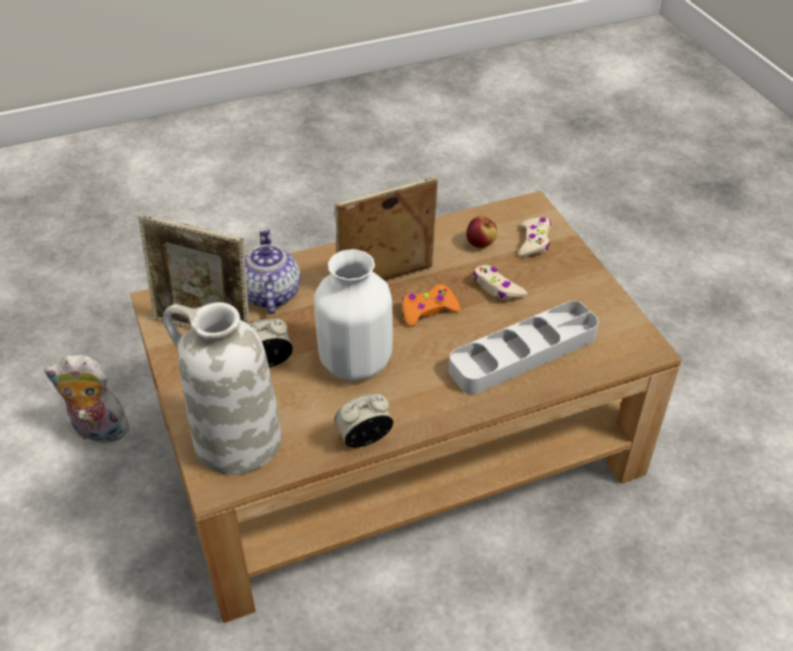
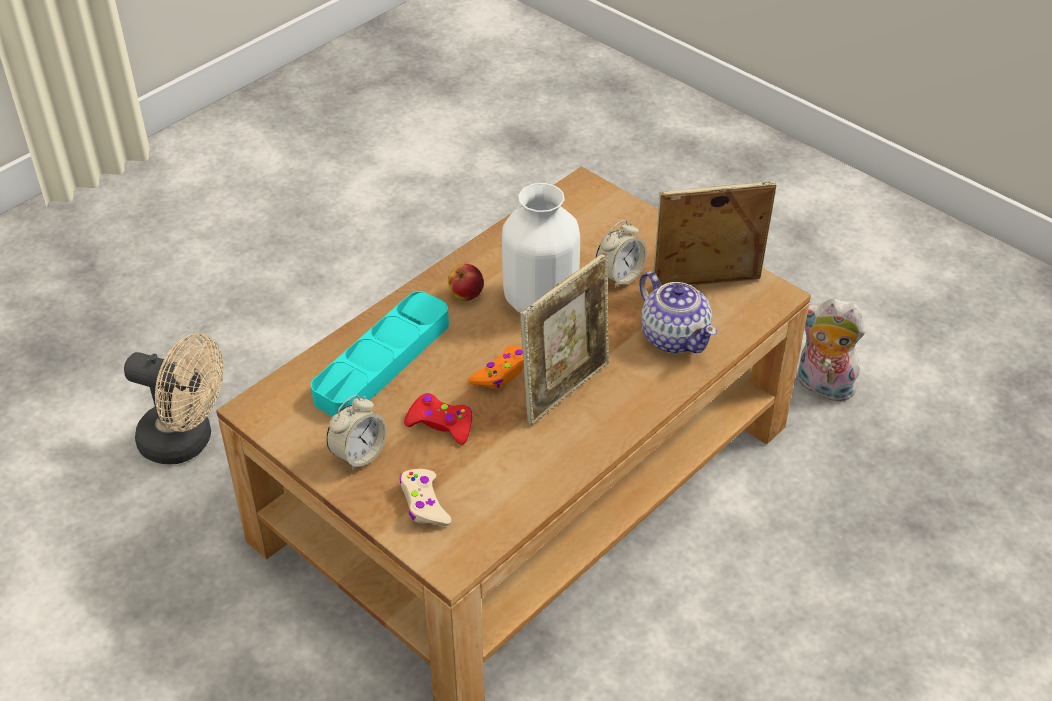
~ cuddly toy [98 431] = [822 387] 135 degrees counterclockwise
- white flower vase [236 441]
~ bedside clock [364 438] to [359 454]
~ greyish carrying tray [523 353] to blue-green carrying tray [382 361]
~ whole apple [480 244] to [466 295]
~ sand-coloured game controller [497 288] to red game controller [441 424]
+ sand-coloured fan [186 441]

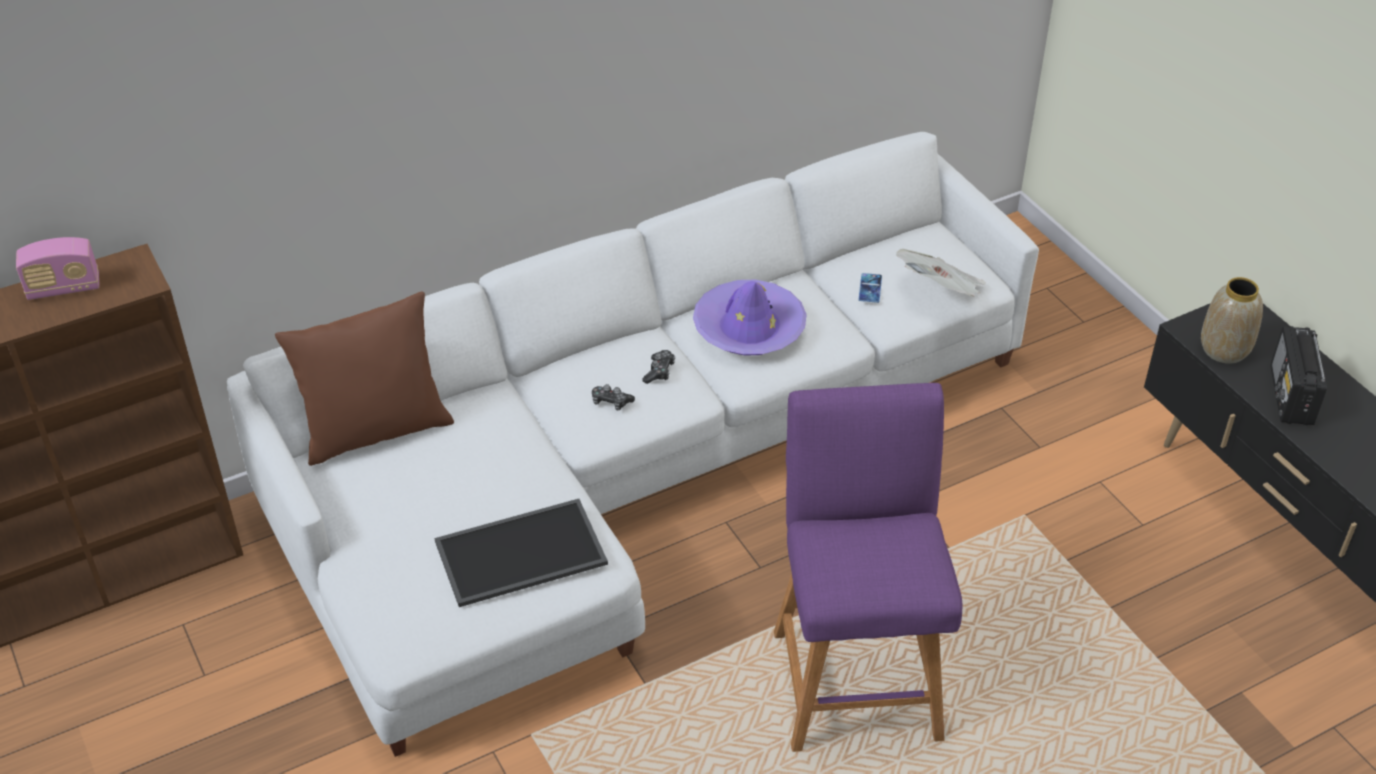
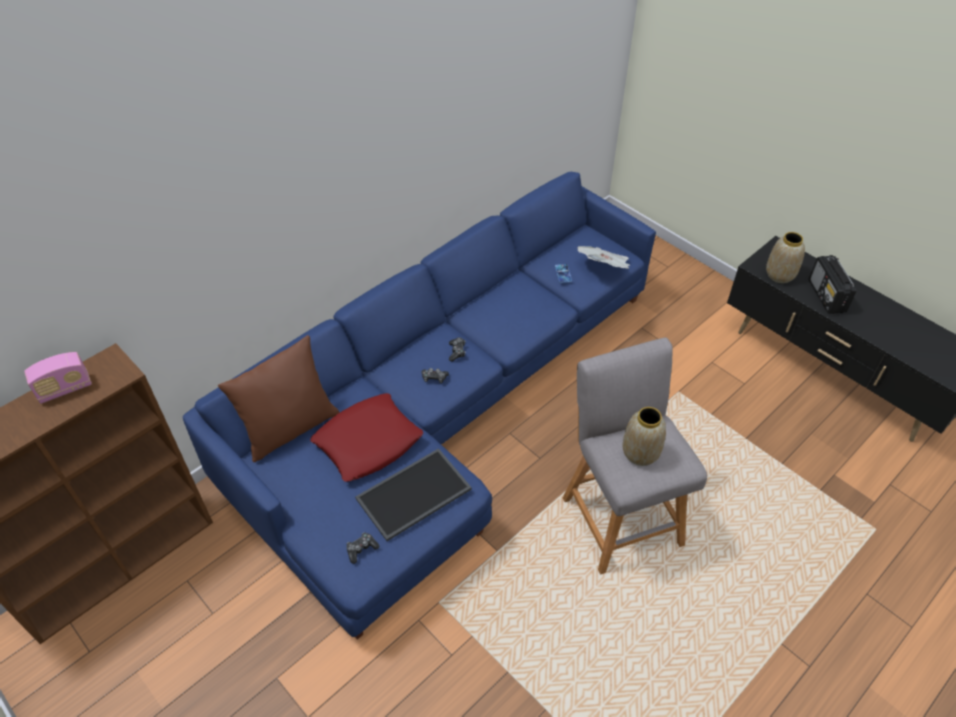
~ white sofa [627 469] to bluish sofa [439 412]
- purple clothing hat [749 328]
~ purple stool seat [855 676] to greyish stool seat [619 516]
+ red throw pillow [368 442]
+ game controller [361 549]
+ flower vase [640 452]

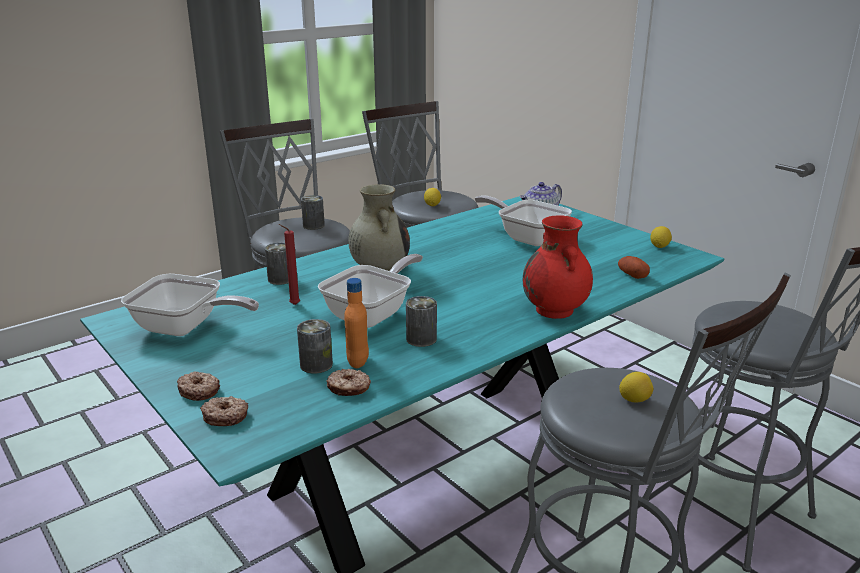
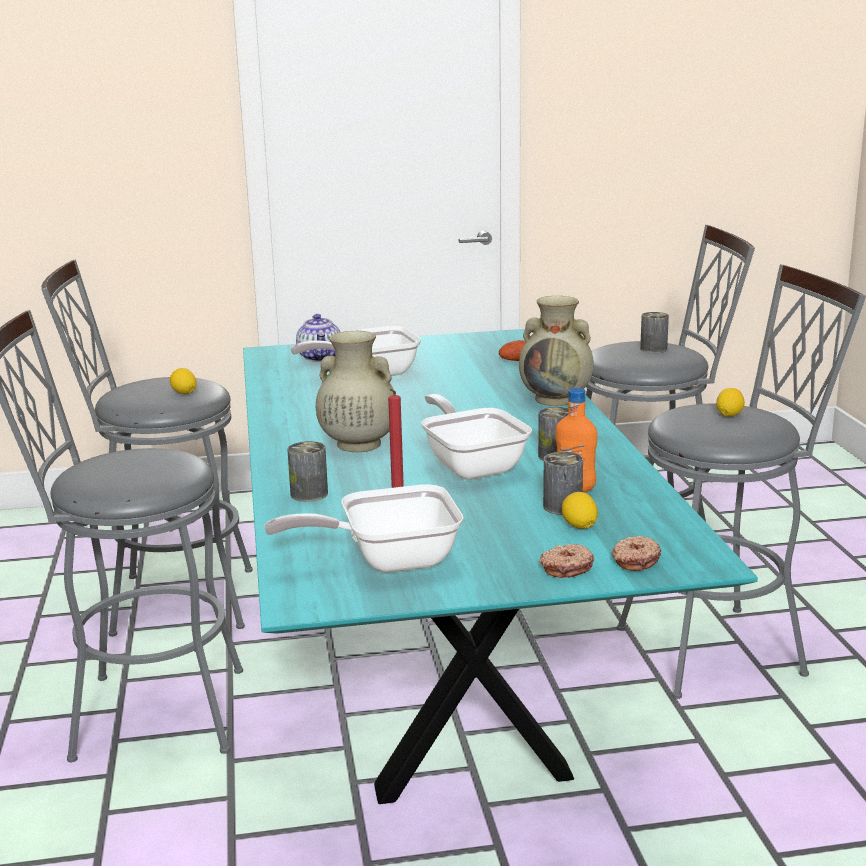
~ pan [185 328] = [388 561] 150 degrees counterclockwise
~ sealed can [313 225] to [653 349]
- doughnut [348 388]
~ red flower vase [555 310] to sand-coloured flower vase [556 399]
~ citrus fruit [659 246] to [579 526]

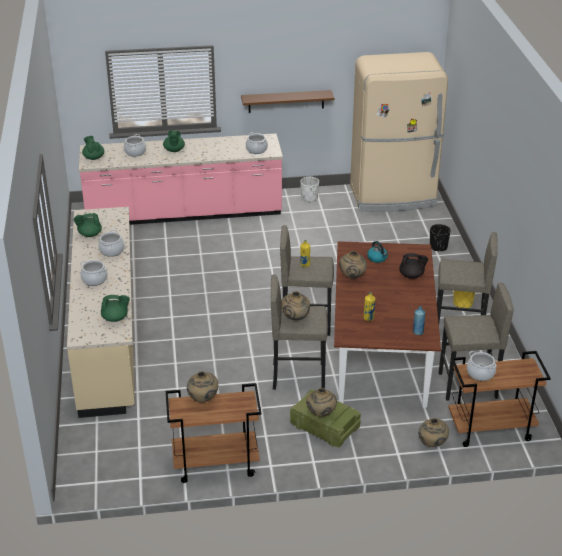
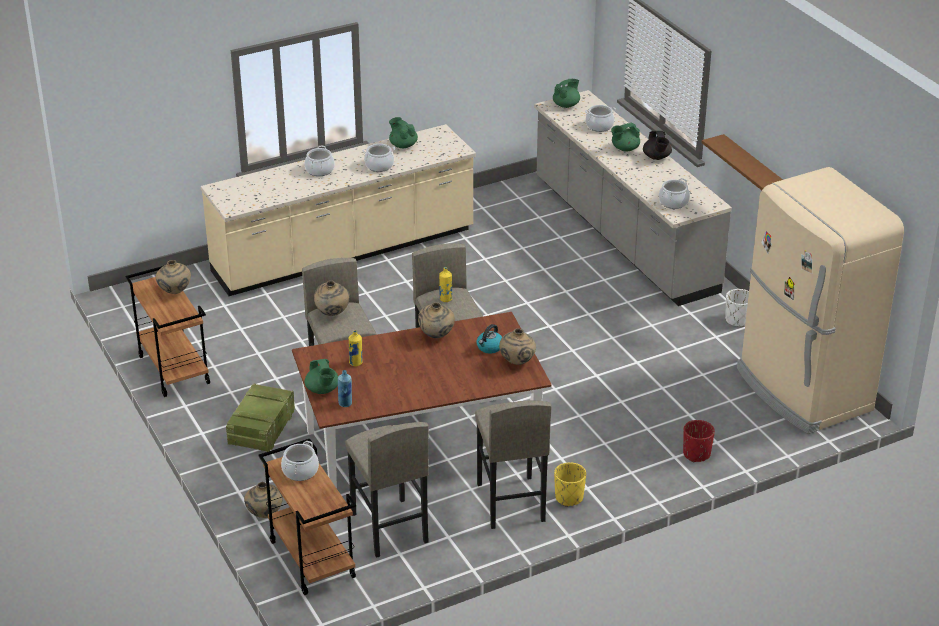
~ pinkish counter [184 213] to greyish counter [623 236]
~ green-coloured teapot [115 318] to [322 390]
~ sand-coloured flower vase [321 414] to [517 362]
~ black teapot [412 275] to [657 157]
~ black planter [438 247] to red planter [696 454]

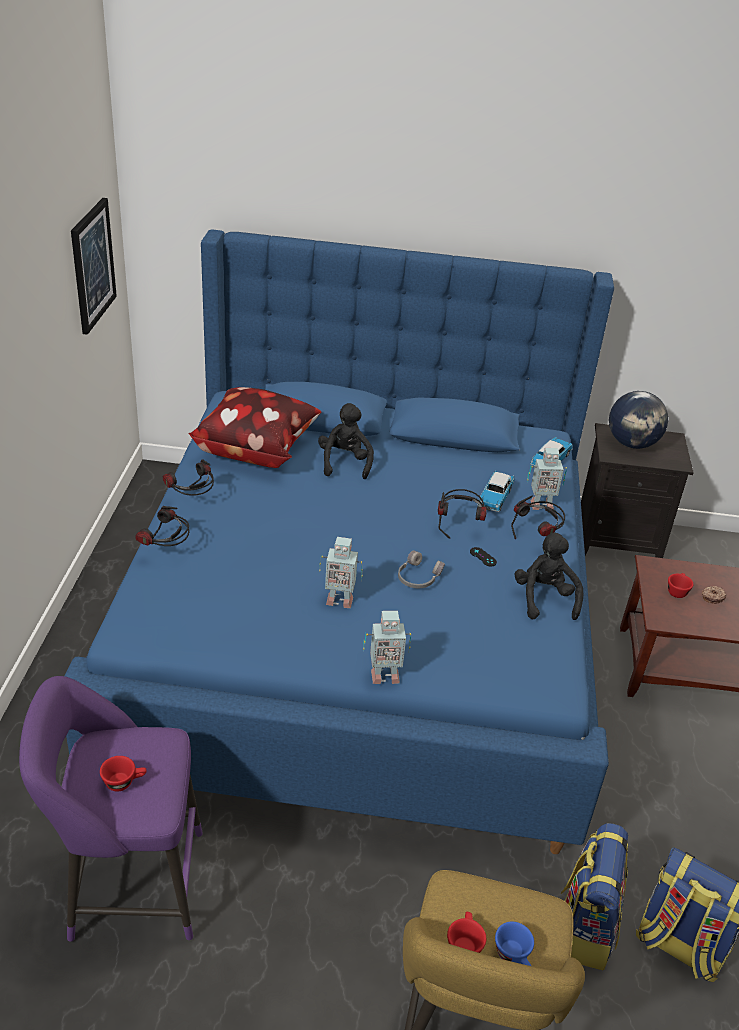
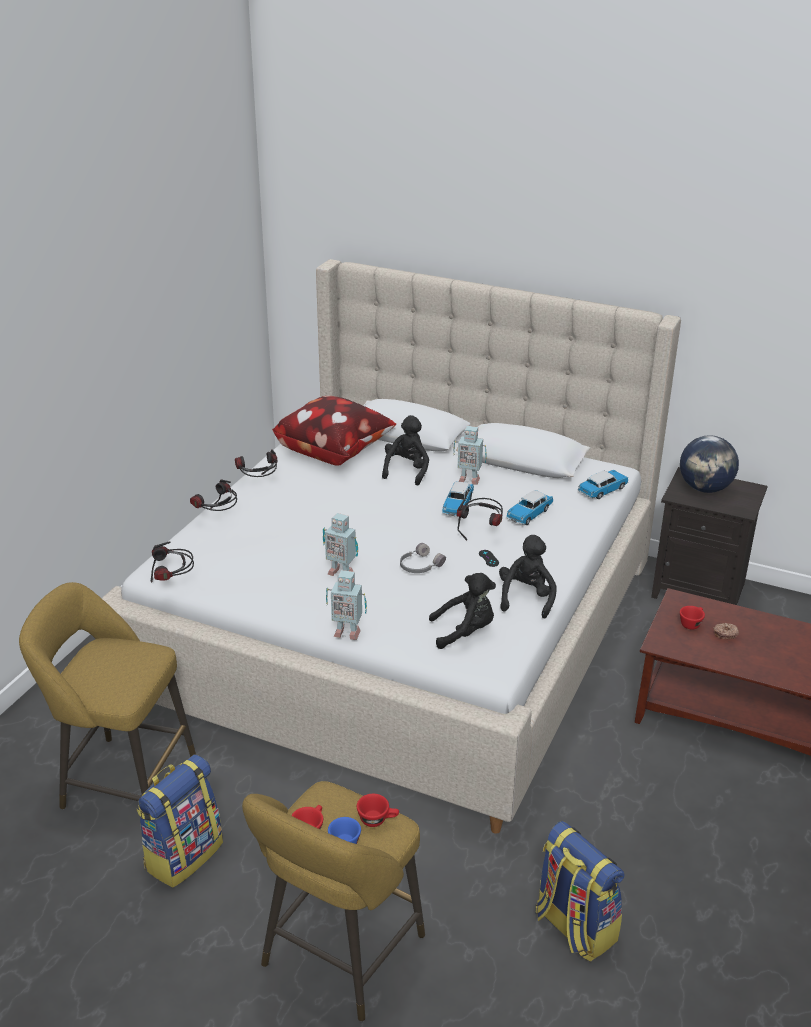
~ purple stool seat [128 885] to yellowish stool seat [121 780]
~ bluish bed [361 630] to sand-coloured bed [405 628]
- wall picture [92 265]
~ red small cup [124 782] to [377 819]
~ headphones [537 537] to [173 584]
~ toy robot [540 504] to [468 479]
~ rucksack [584 927] to [183 855]
+ black cuddly toy [465 632]
+ toy car [457 505]

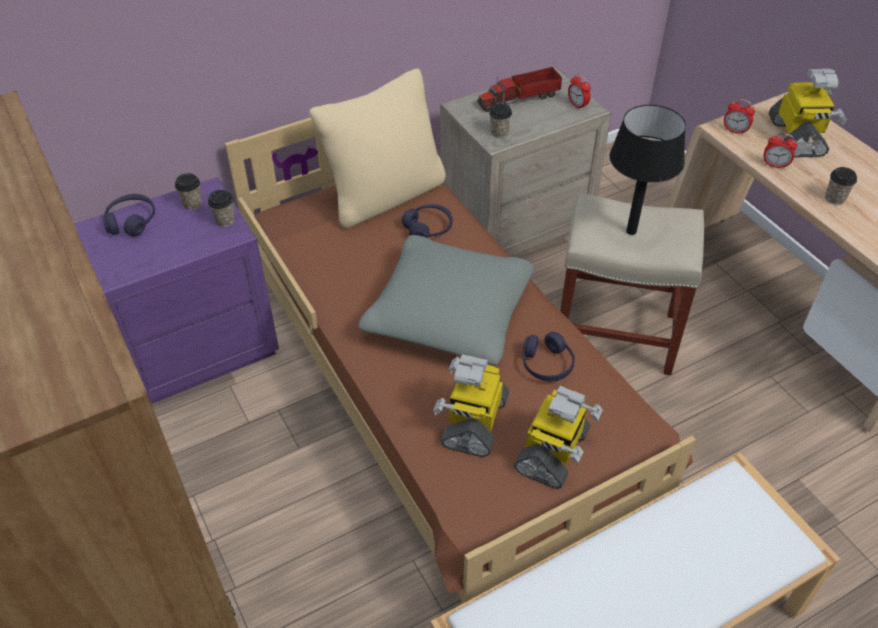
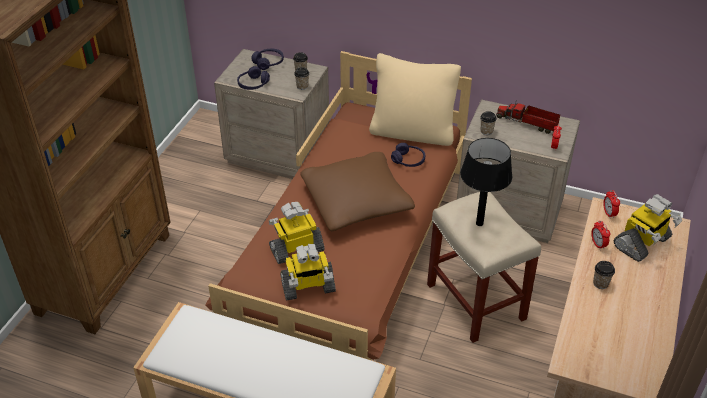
~ purple night table [194 348] to sand-coloured night table [278 154]
~ greyish throw pillow [449 314] to brown throw pillow [356 202]
~ purple headphones [547 364] to [253 84]

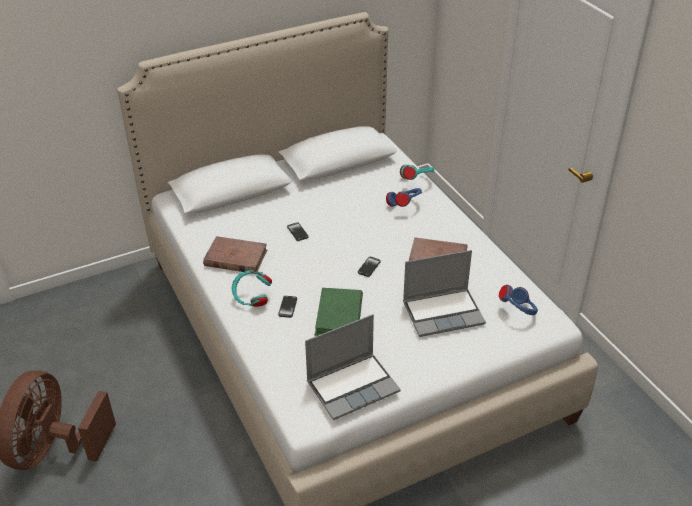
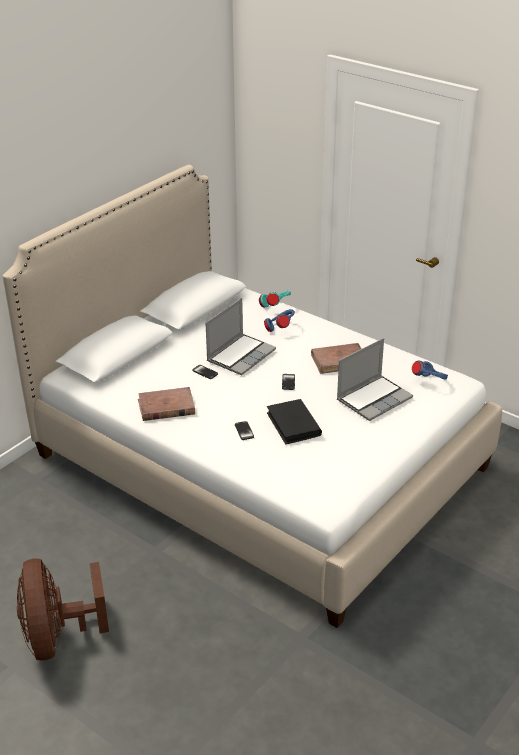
- blue-green headphones [252 298]
~ laptop [353 386] to [241 355]
~ green-coloured volume [339 316] to black volume [293 424]

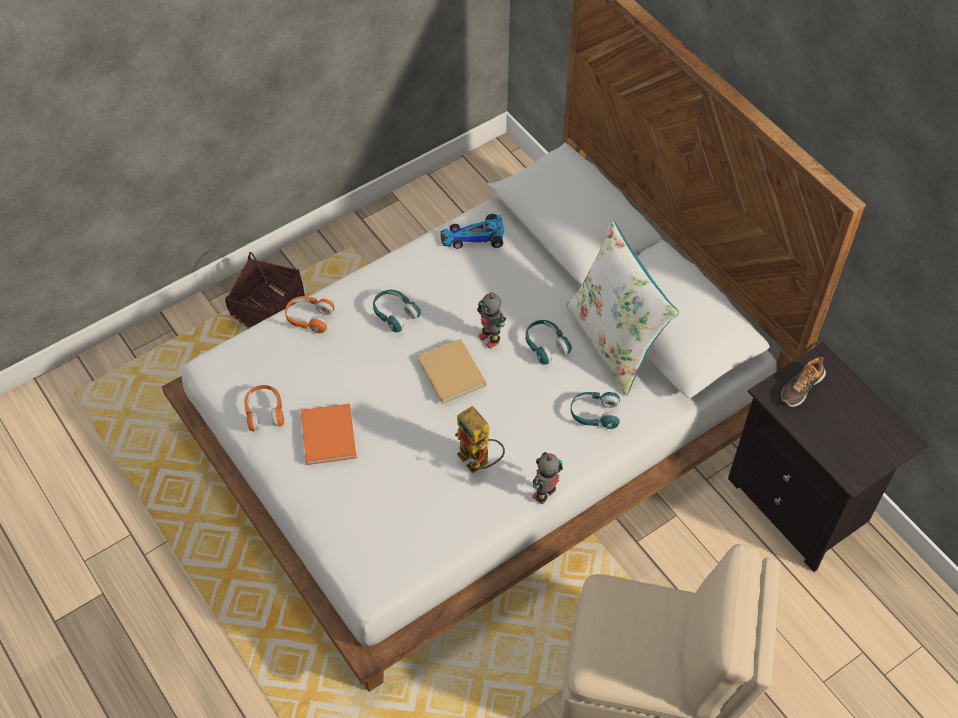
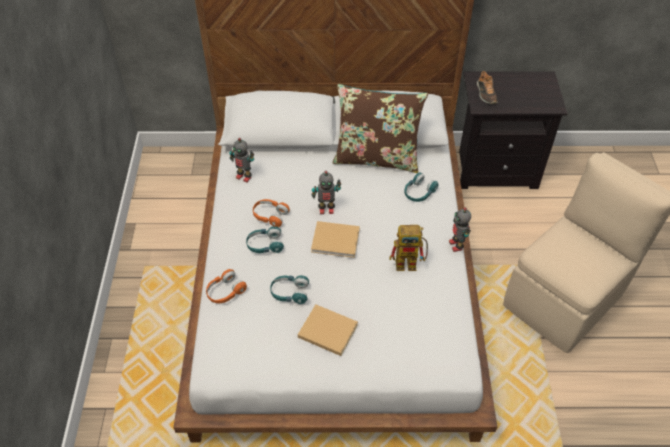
- storage basket [268 313]
~ orange-coloured headphones [264 412] to [270 216]
~ orange-coloured volume [328 433] to sand-coloured volume [326 330]
~ toy car [474 237] to toy robot [244 176]
~ blue-green headphones [545 345] to [289 293]
~ white throw pillow [614 341] to brown throw pillow [376 157]

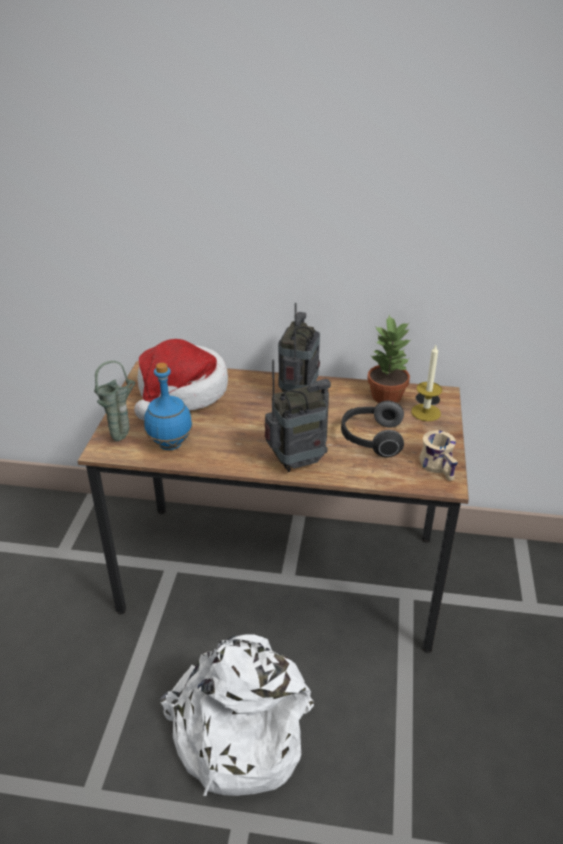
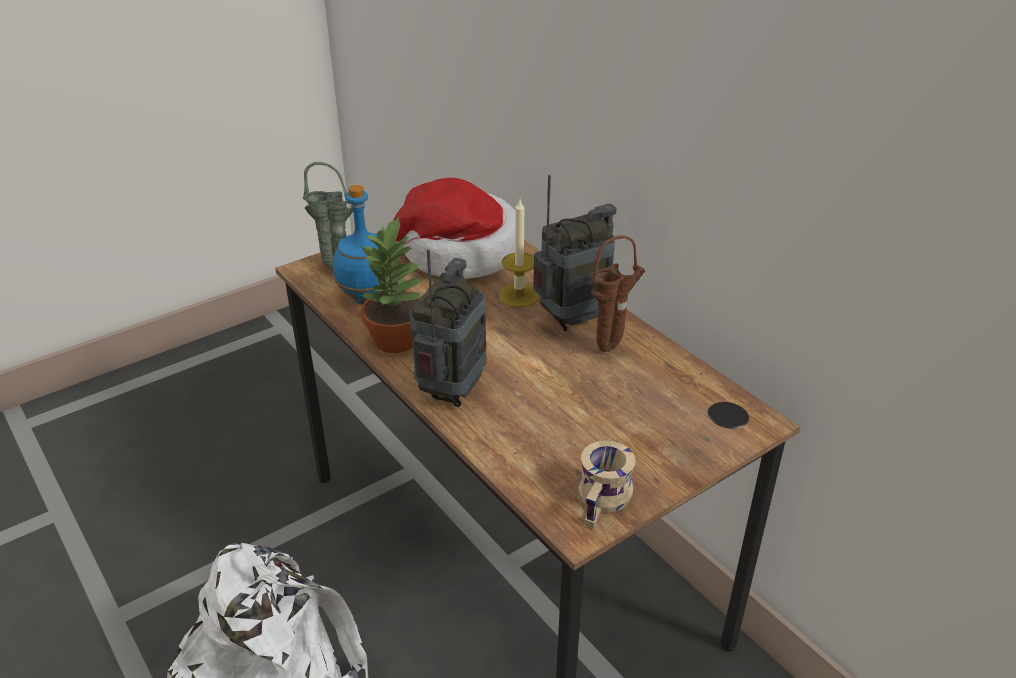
~ radio receiver [298 463] = [452 391] 90 degrees counterclockwise
- headphones [371 439]
~ houseplant [387 396] to [397 339]
~ wax candle [426 412] to [519 295]
+ brown flower vase [611 348]

